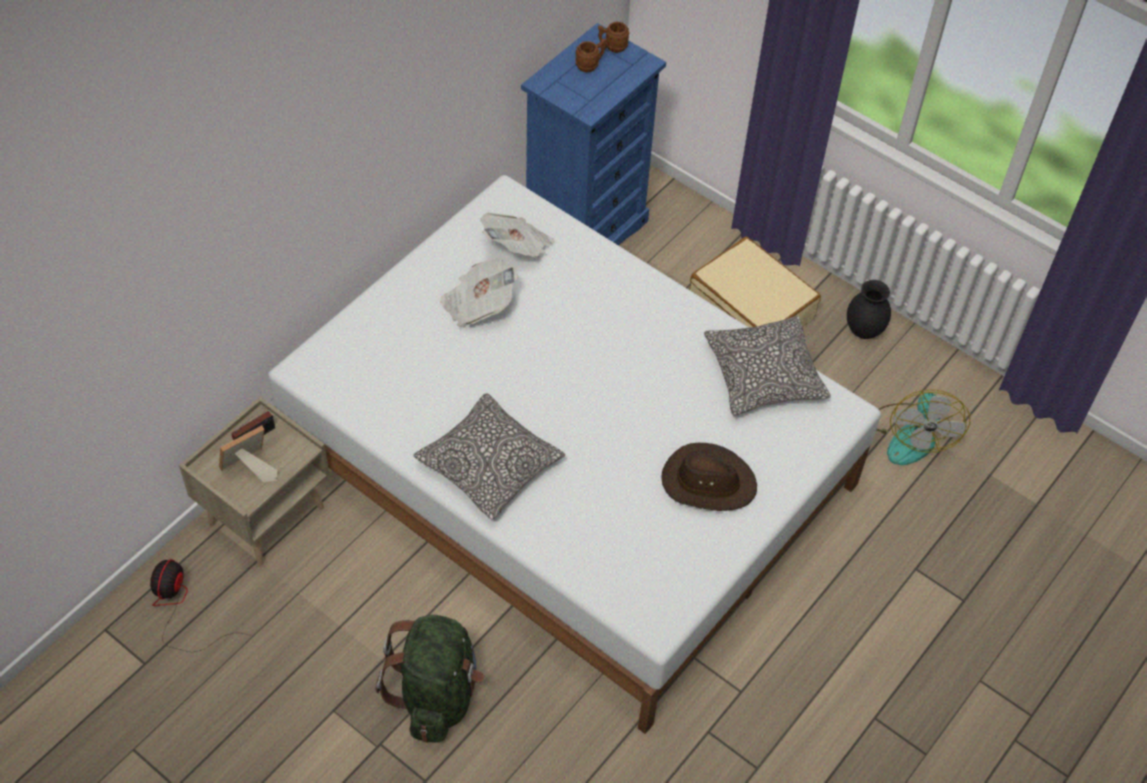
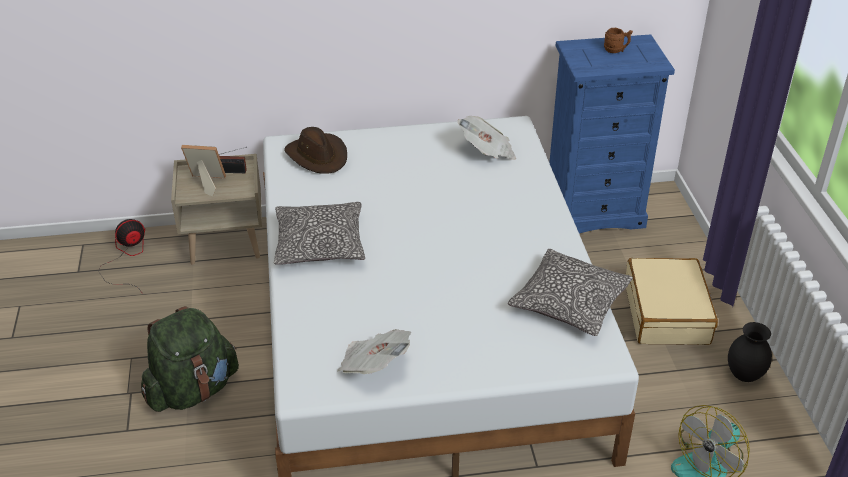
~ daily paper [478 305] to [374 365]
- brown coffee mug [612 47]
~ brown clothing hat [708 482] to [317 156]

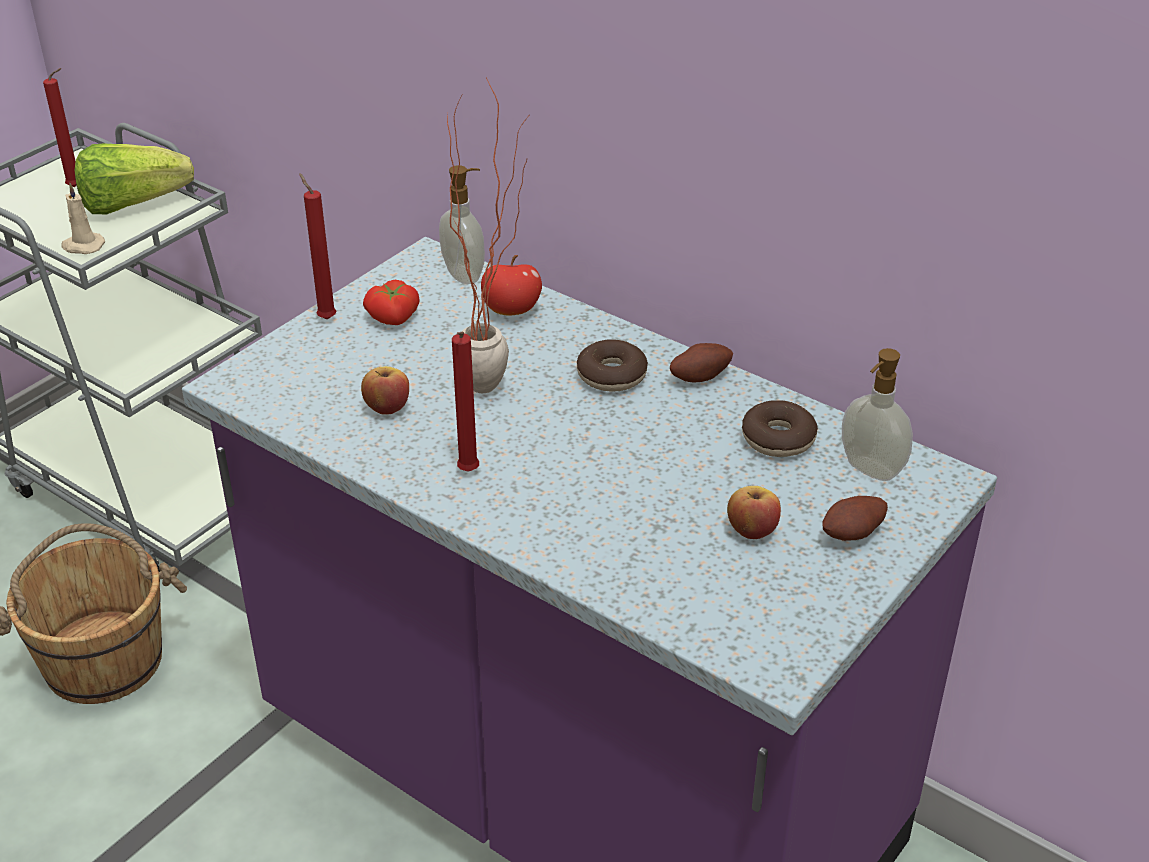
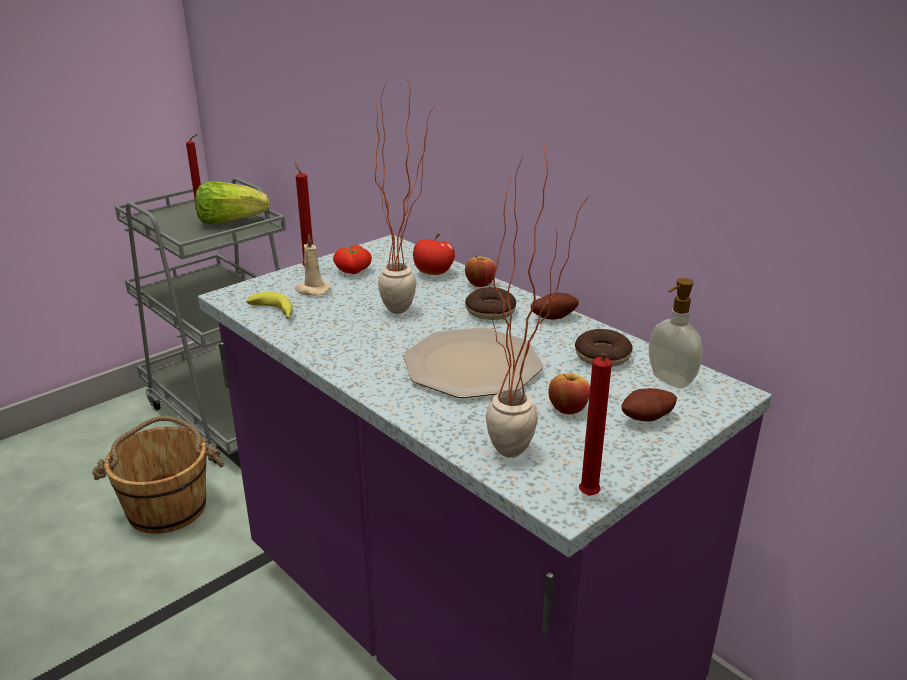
~ sand-coloured wax candle [82 246] to [312 290]
~ whole apple [387 407] to [480 284]
- soap dispenser [465 274]
~ red wax candle [467 473] to [588 497]
+ banana [274 313]
+ dinner plate [471 365]
+ houseplant [524 456]

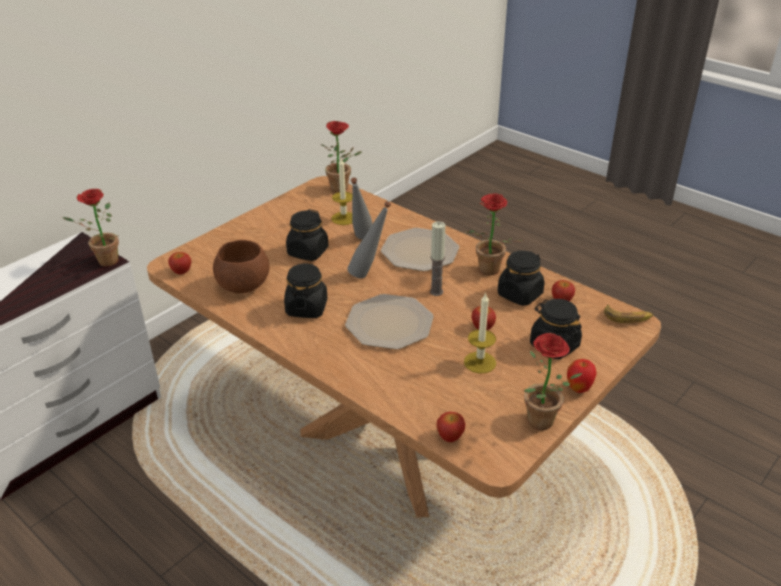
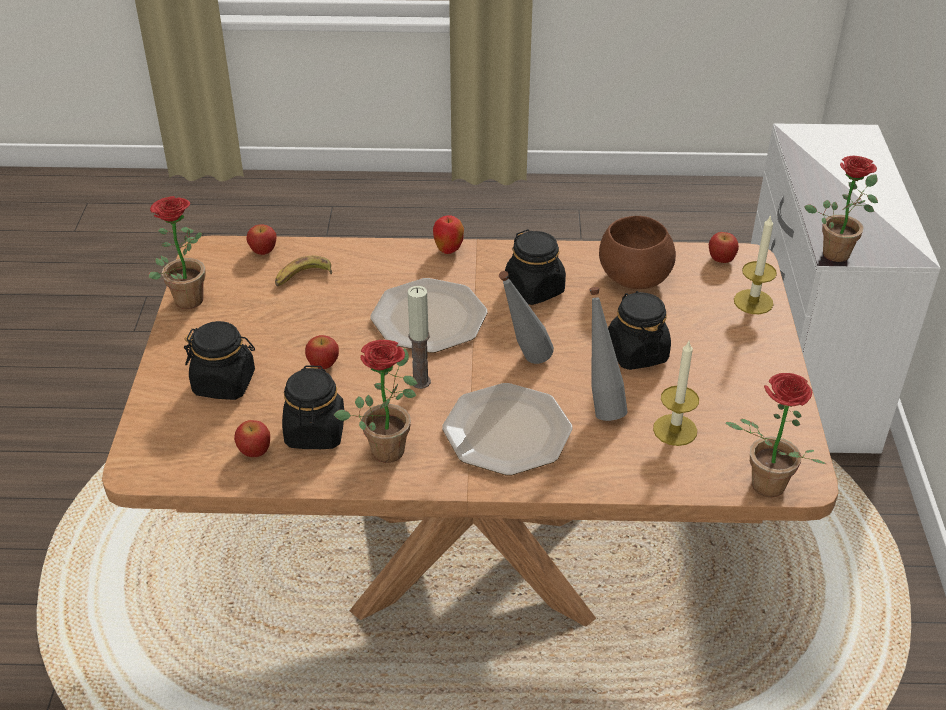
~ wax candle [480 362] to [753 302]
~ whole apple [578 389] to [448 250]
~ banana [627 317] to [303 277]

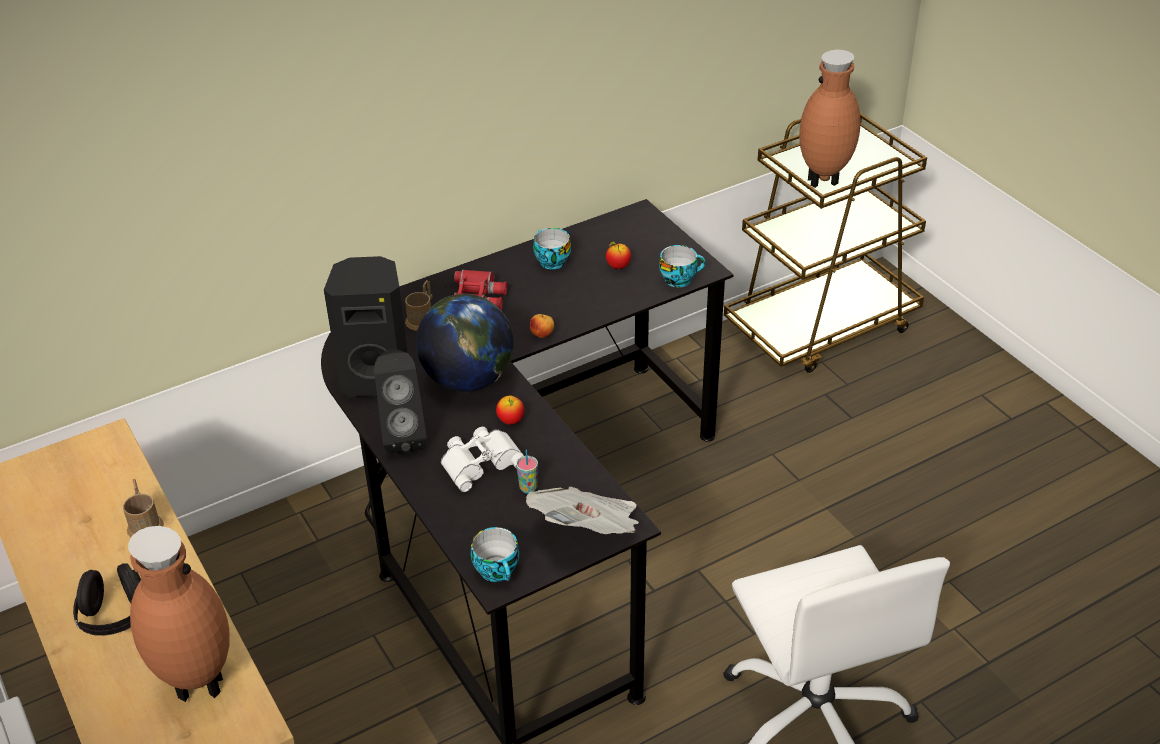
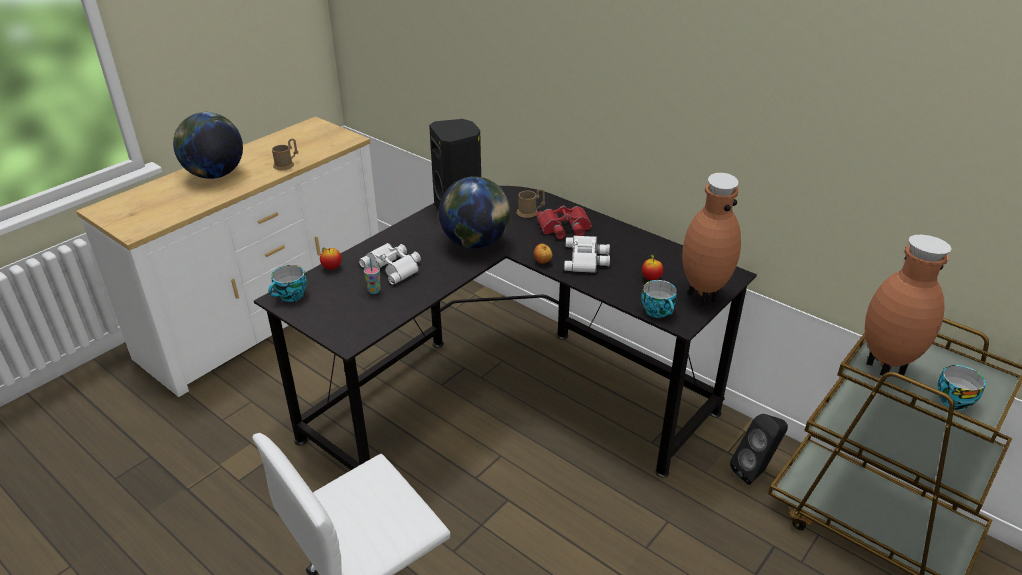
~ black headphones [116 616] to world globe [215 175]
~ brown flower vase [196 686] to [701 296]
~ black speaker [403 435] to [755 472]
~ whole apple [511 421] to [332 267]
- daily paper [588 531]
~ small cup [550 261] to [953 399]
+ white field glasses [587 259]

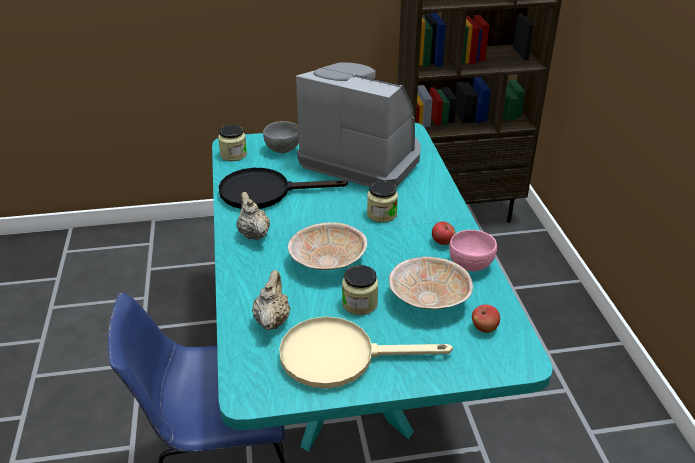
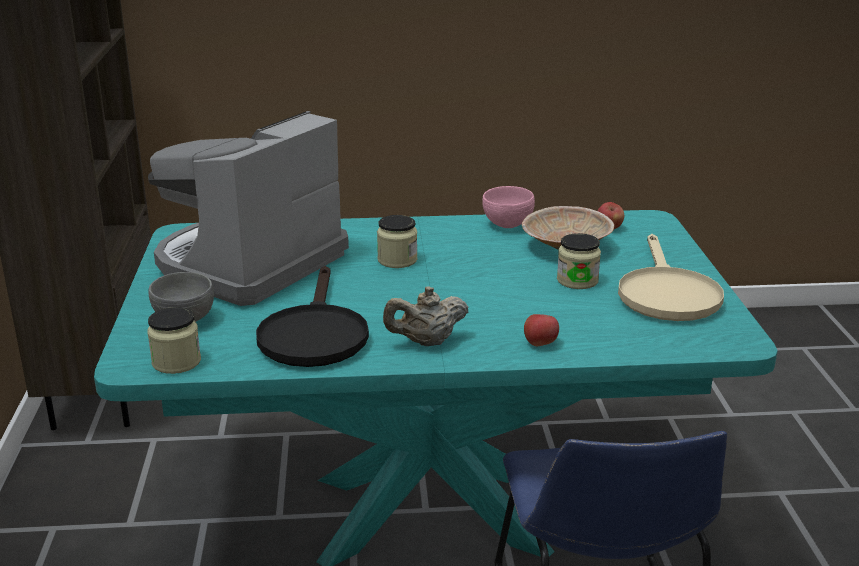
- sand-coloured teapot [272 320]
- sand-coloured serving bowl [326 262]
~ whole apple [442 242] to [540 344]

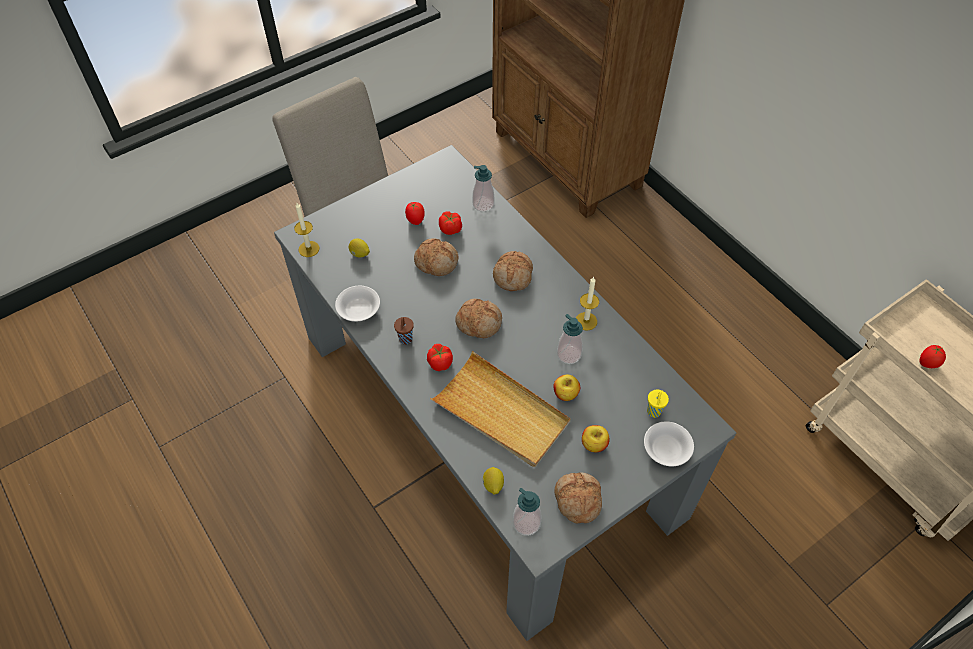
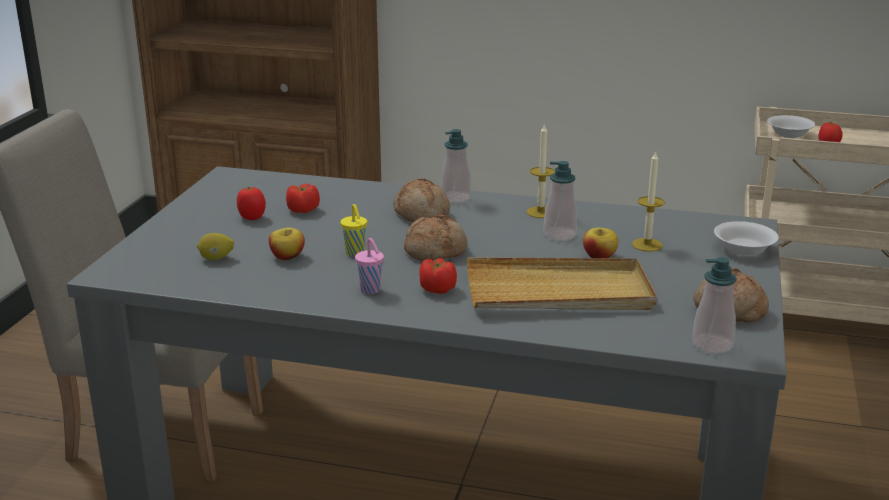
~ wax candle [309 249] to [647 245]
~ white serving bowl [358 310] to [789 135]
~ brown small cup [405 340] to pinkish small cup [371 290]
- bakery bread [437 262]
~ soap dispenser [483 204] to [455 198]
- citrus fruit [493 485]
~ whole apple [594 444] to [287 257]
~ yellowish small cup [653 412] to [355 253]

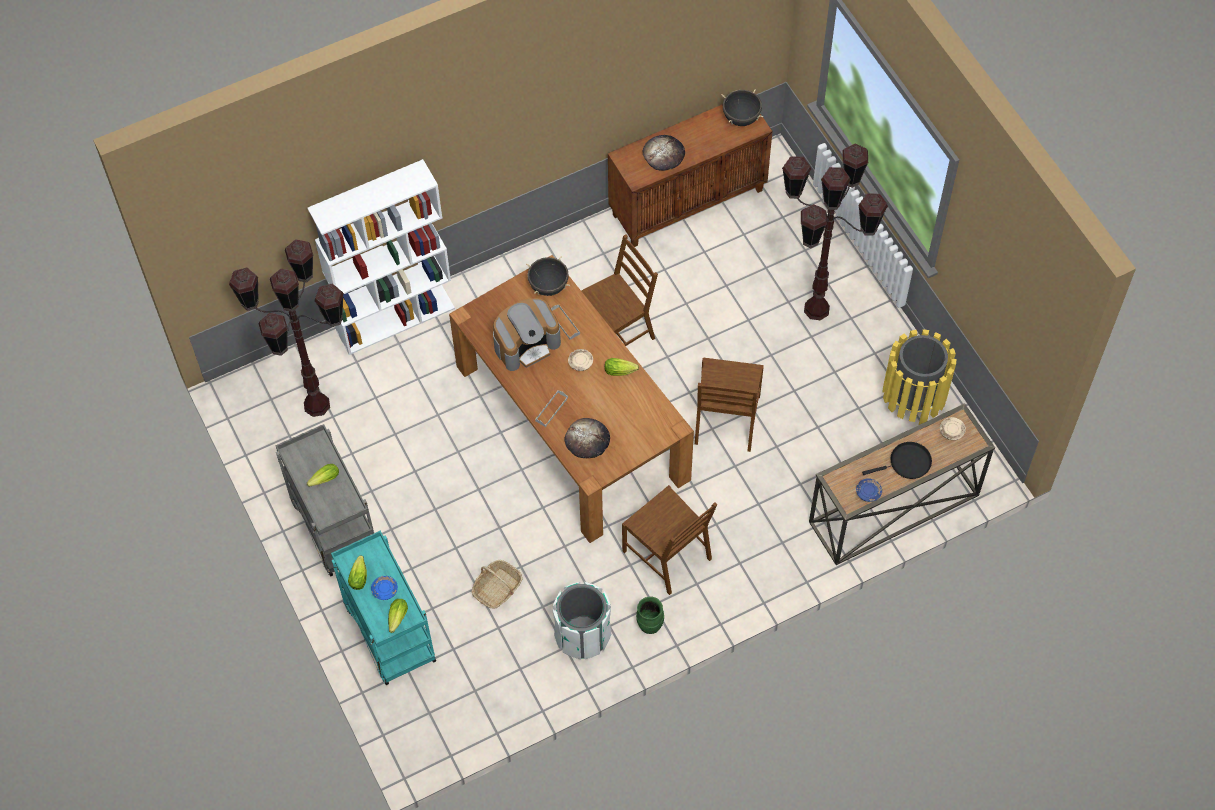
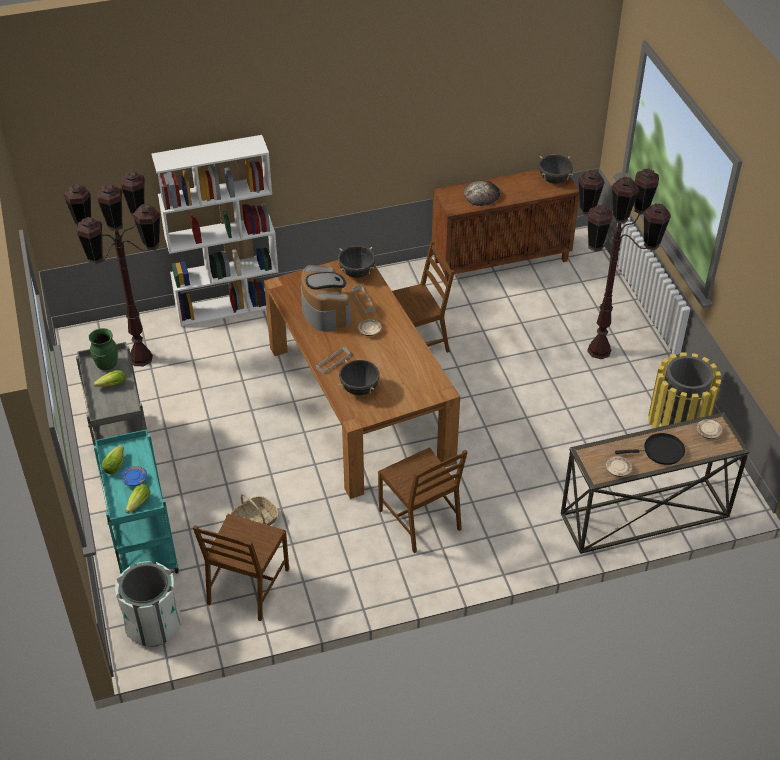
~ coffee brewer [526 344] = [325 311] 90 degrees counterclockwise
~ white trash can [583 635] to [153 625]
~ bakery bread [587 440] to black stockpot [359 389]
- lettuce head [621 371]
~ green-coloured flower vase [649 625] to [106 364]
~ brown chair [726 420] to [247 587]
~ bluish dinner plate [868 492] to sand-coloured dinner plate [618 470]

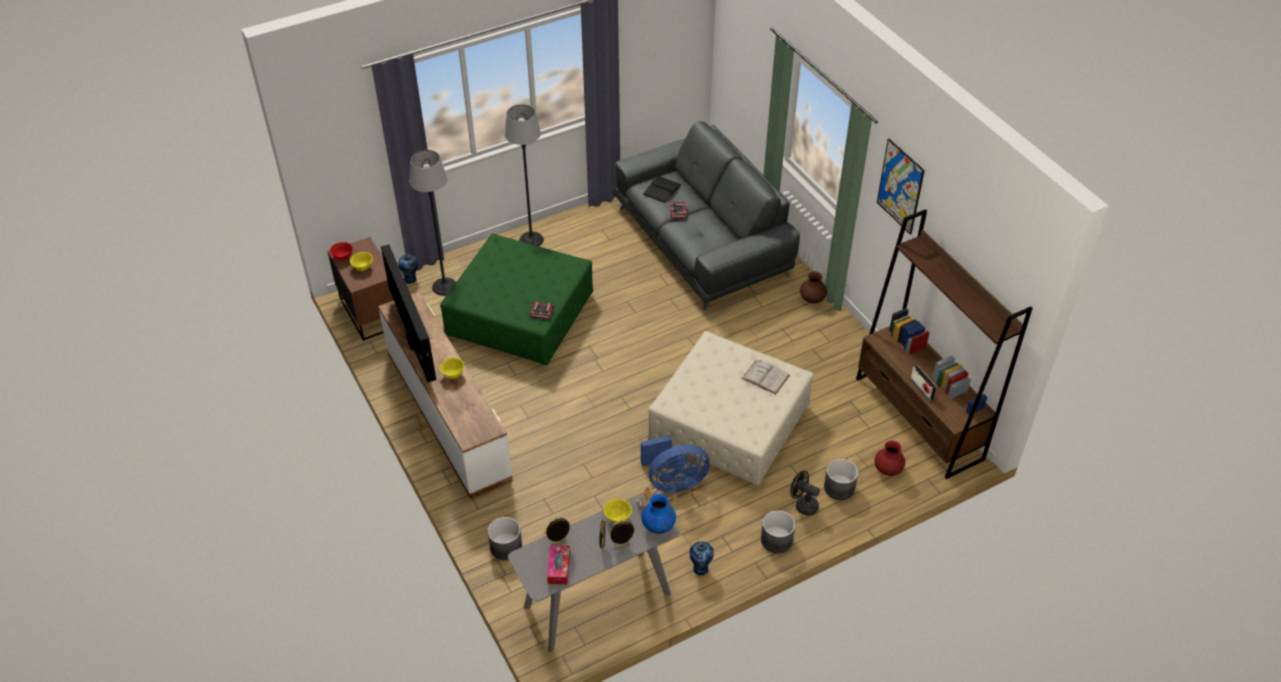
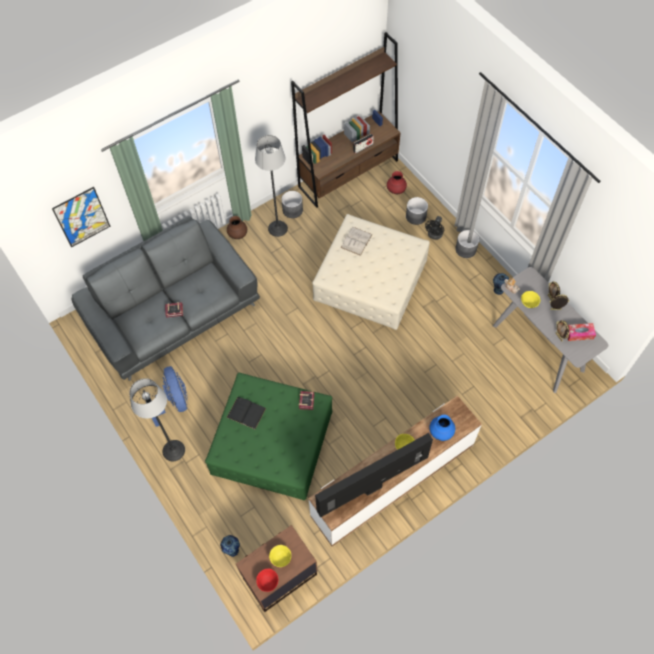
~ standing lamp [445 286] to [277 228]
~ greyish planter [506 546] to [292 210]
~ bluish fan [673 482] to [174 402]
~ bluish flower vase [658 526] to [441 432]
~ black volume [662 189] to [246 413]
~ wall picture [900 186] to [82 217]

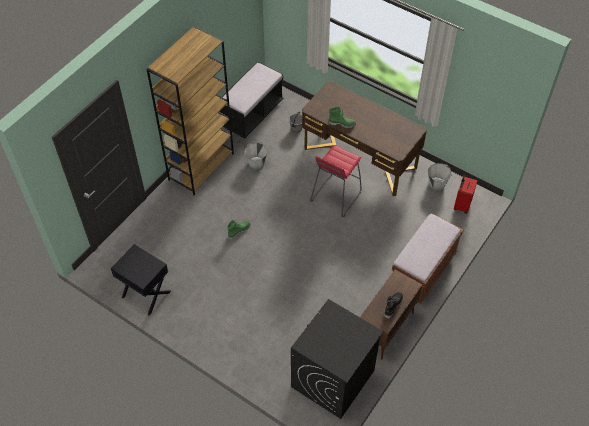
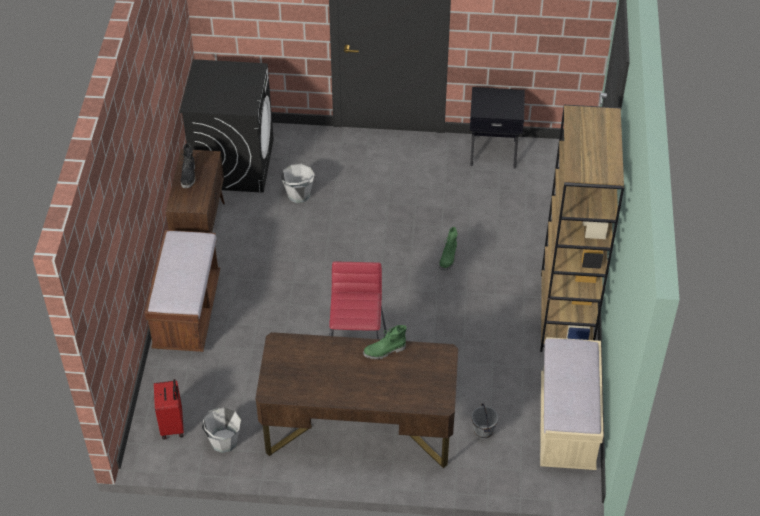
~ black long seat [251 114] to sand-coloured long seat [567 424]
~ greyish pail [256 163] to [299 195]

